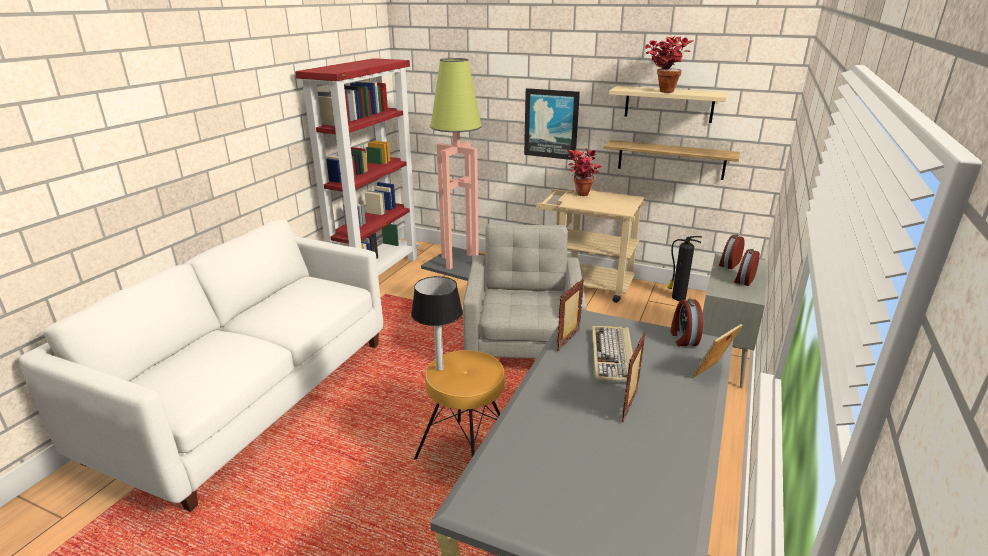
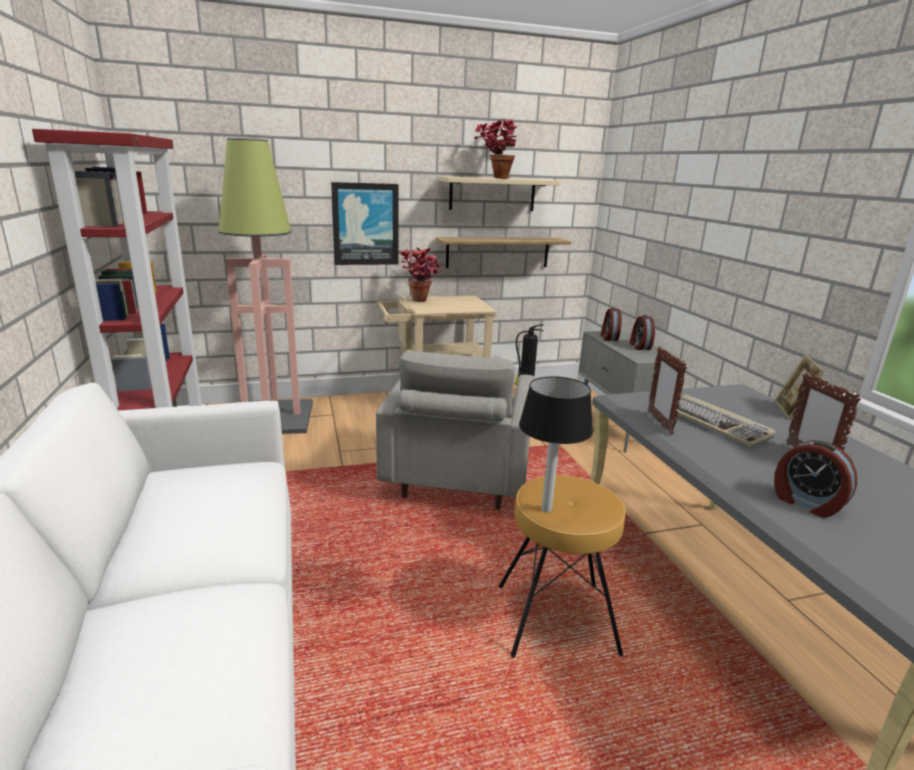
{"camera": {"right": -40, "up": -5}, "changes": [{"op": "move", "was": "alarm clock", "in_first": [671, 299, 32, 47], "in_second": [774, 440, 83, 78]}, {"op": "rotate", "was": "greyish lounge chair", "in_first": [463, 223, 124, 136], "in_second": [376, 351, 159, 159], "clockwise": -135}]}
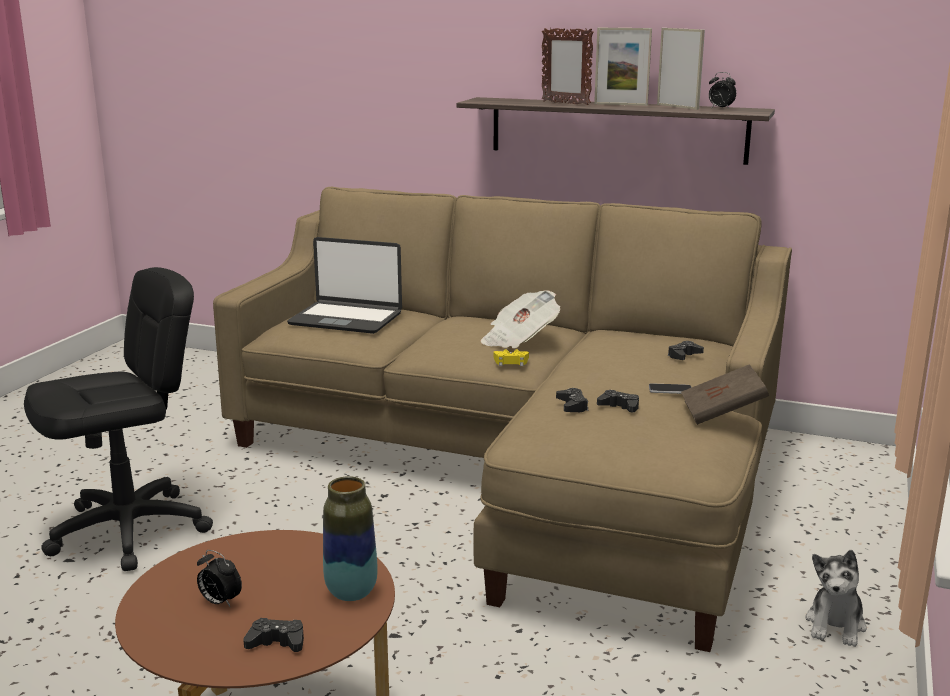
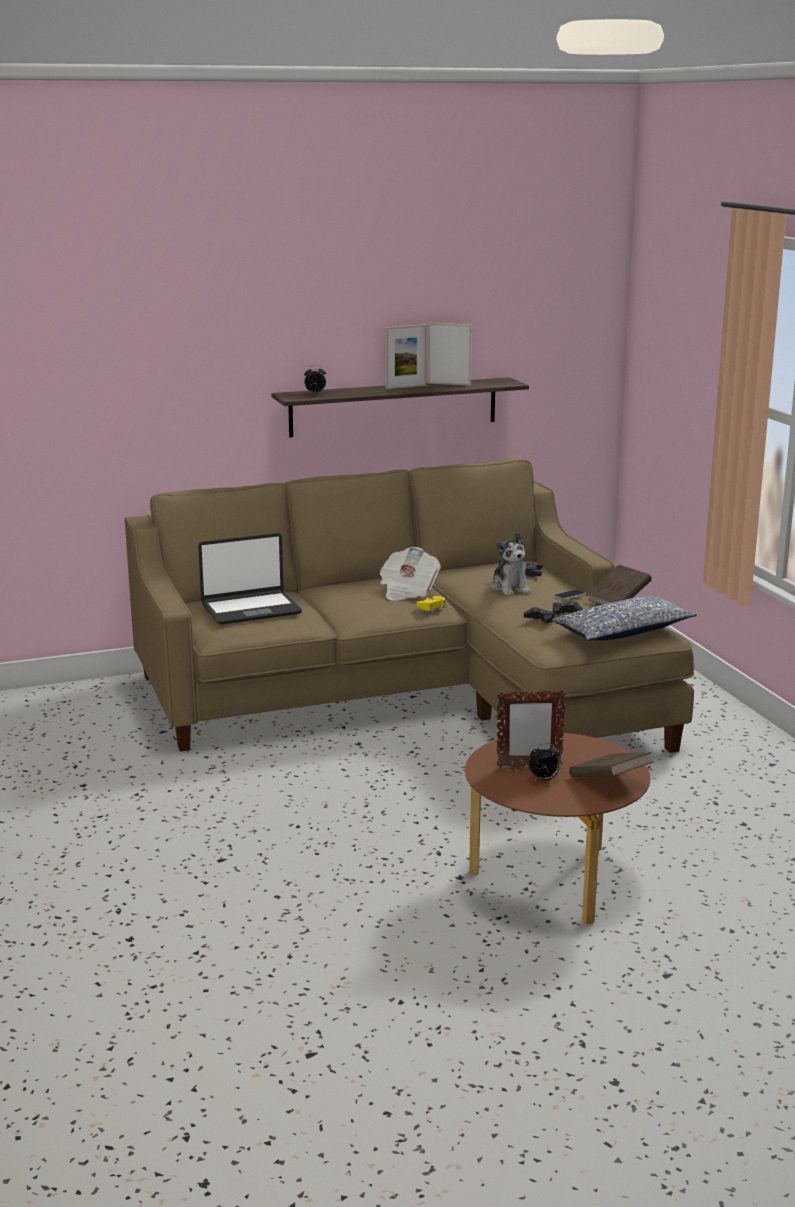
{"camera": {"right": -40, "up": 0}, "changes": [{"op": "delete", "was": "black office chair", "in_first": [24, 267, 189, 304]}, {"op": "delete", "was": "vase", "in_first": [323, 476, 55, 125]}, {"op": "insert", "now": "pillow", "in_second": [552, 596, 145, 45]}, {"op": "move", "was": "photo frame", "in_first": [542, 28, 52, 77], "in_second": [497, 689, 69, 78]}, {"op": "move", "was": "alarm clock", "in_first": [709, 72, 27, 36], "in_second": [304, 365, 22, 30]}, {"op": "move", "was": "soft toy", "in_first": [805, 550, 62, 97], "in_second": [491, 532, 40, 64]}, {"op": "replace", "was": "black game controller", "now": "brown book", "in_first": [243, 618, 61, 34], "in_second": [569, 752, 85, 25]}]}
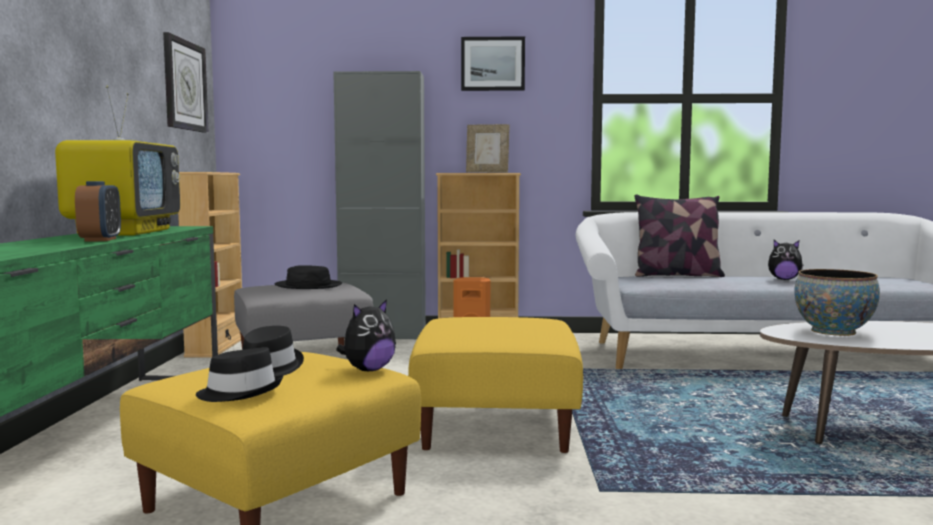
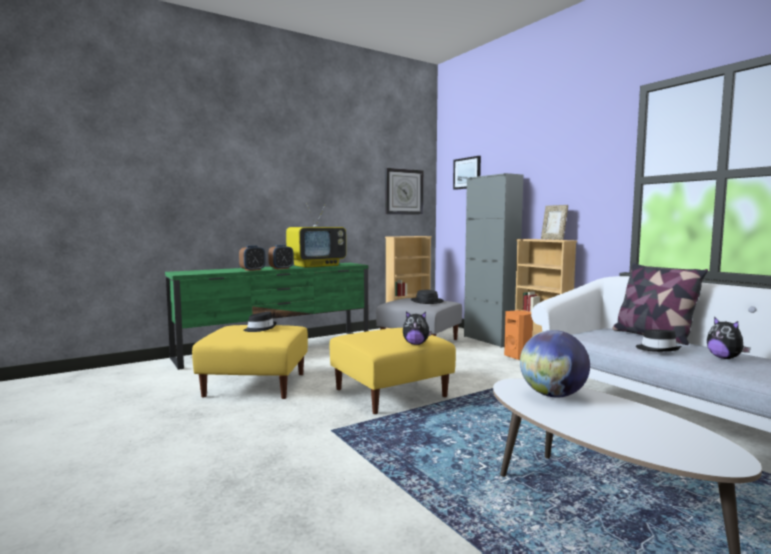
{"camera": {"right": 55, "up": 0}, "changes": [{"op": "insert", "now": "alarm clock", "in_second": [239, 245, 27, 26]}, {"op": "move", "was": "black clothing hat", "in_first": [196, 347, 87, 55], "in_second": [636, 329, 45, 23]}, {"op": "move", "was": "soft toy", "in_first": [336, 299, 60, 72], "in_second": [403, 311, 29, 34]}, {"op": "move", "was": "wall art", "in_first": [461, 36, 64, 55], "in_second": [453, 156, 28, 34]}, {"op": "replace", "was": "bowl", "now": "world globe", "in_first": [794, 269, 86, 67], "in_second": [520, 330, 70, 67]}]}
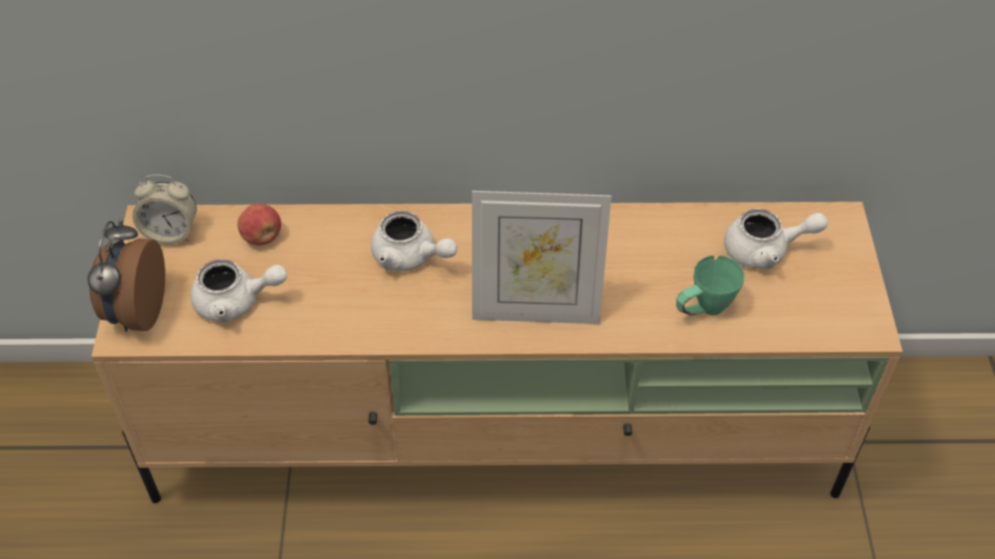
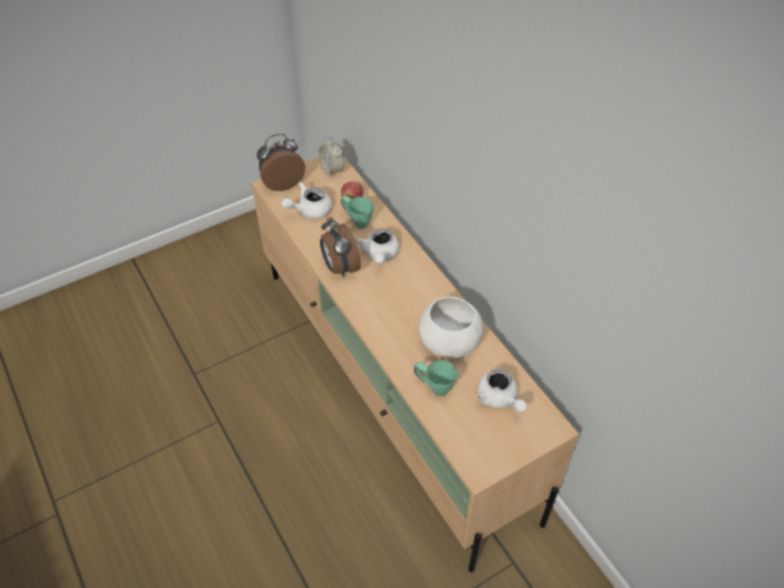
{"camera": {"right": 60, "up": 0}, "changes": [{"op": "delete", "was": "photo frame", "in_first": [472, 191, 139, 133]}, {"op": "insert", "now": "alarm clock", "in_second": [320, 217, 41, 60]}, {"op": "insert", "now": "green coffee mug", "in_second": [341, 196, 33, 33]}, {"op": "insert", "now": "white bowl", "in_second": [419, 296, 64, 62]}, {"op": "rotate", "was": "white pot for tea", "in_first": [190, 259, 97, 64], "in_second": [281, 182, 51, 37], "clockwise": 90}]}
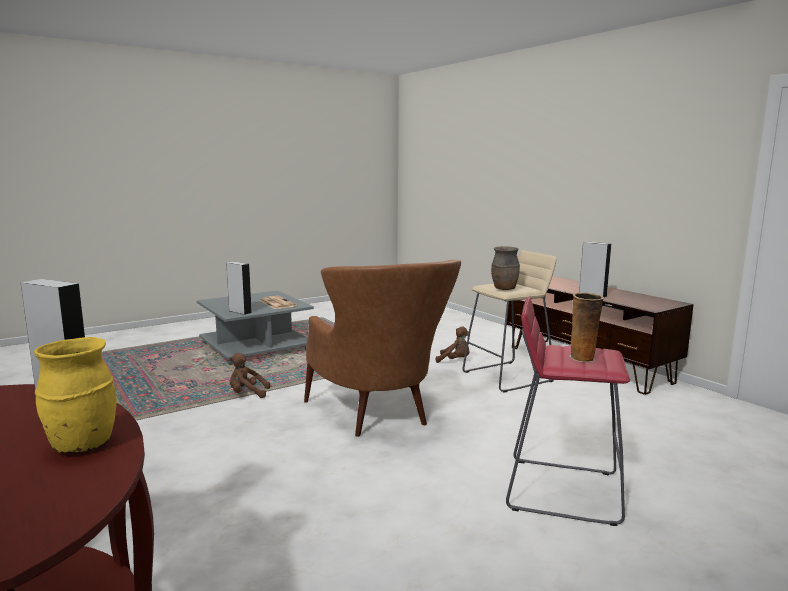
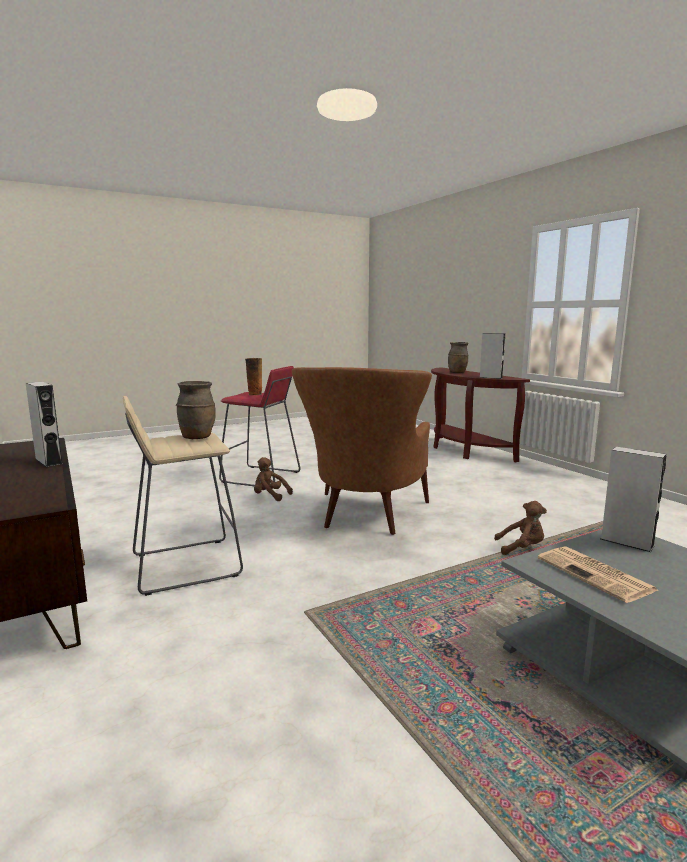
{"camera": {"right": -175, "up": 0}, "changes": [{"op": "move", "was": "brown soft toy", "in_first": [436, 326, 34, 37], "in_second": [254, 457, 39, 44]}, {"op": "recolor", "was": "yellow-coloured vase", "now": "brown vase", "in_first": [34, 337, 83, 116], "in_second": [448, 342, 21, 31]}, {"op": "rotate", "was": "brown lounge chair", "in_first": [304, 260, 157, 177], "in_second": [292, 367, 140, 168], "clockwise": -150}]}
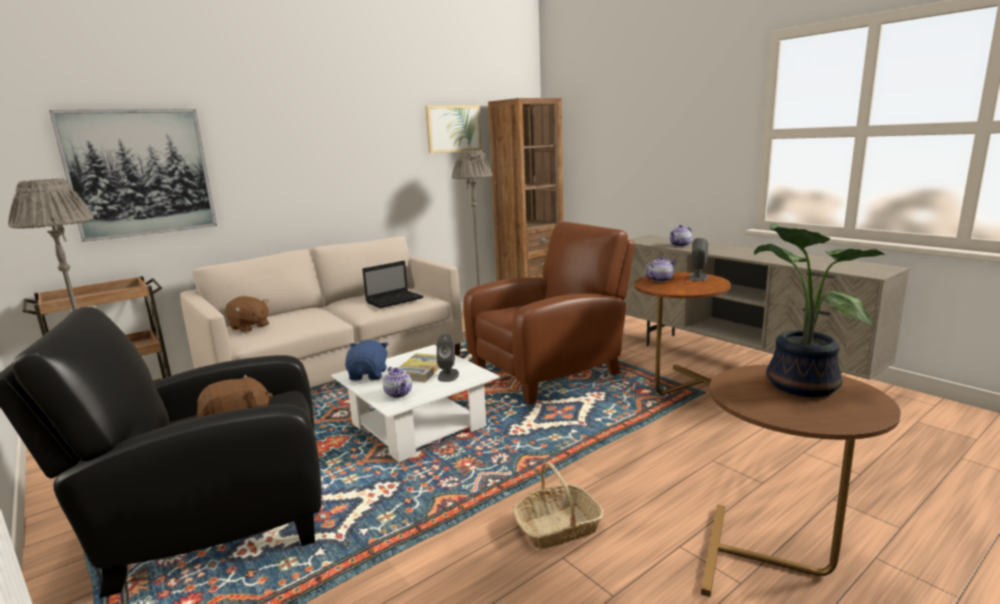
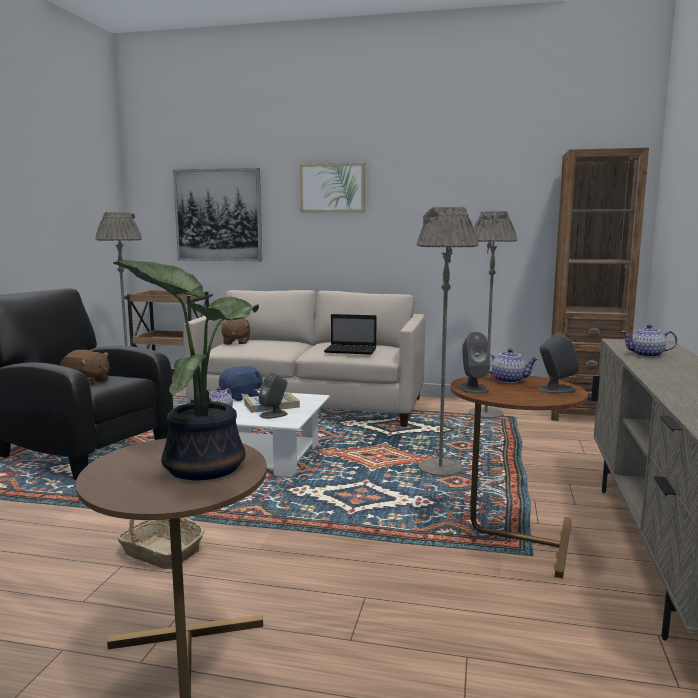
{"camera": {"right": 50, "up": -5}, "changes": [{"op": "insert", "now": "greyish audio speaker", "in_second": [459, 332, 32, 62]}, {"op": "move", "was": "wall art", "in_first": [425, 105, 56, 48], "in_second": [300, 163, 65, 49]}, {"op": "replace", "was": "brown lounge chair", "now": "greyish floor lamp", "in_first": [463, 222, 172, 182], "in_second": [416, 206, 62, 270]}]}
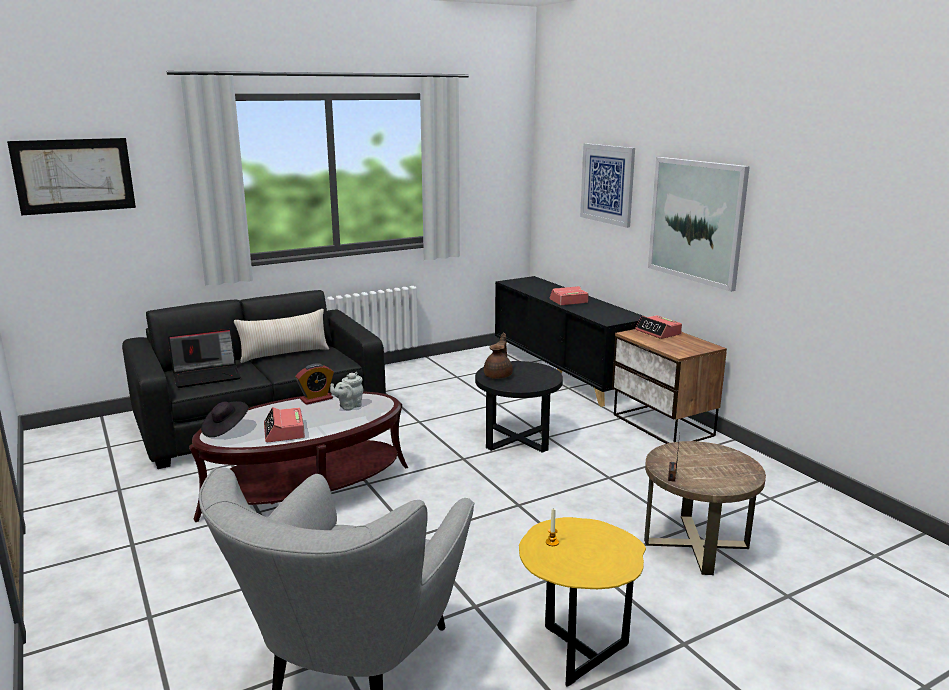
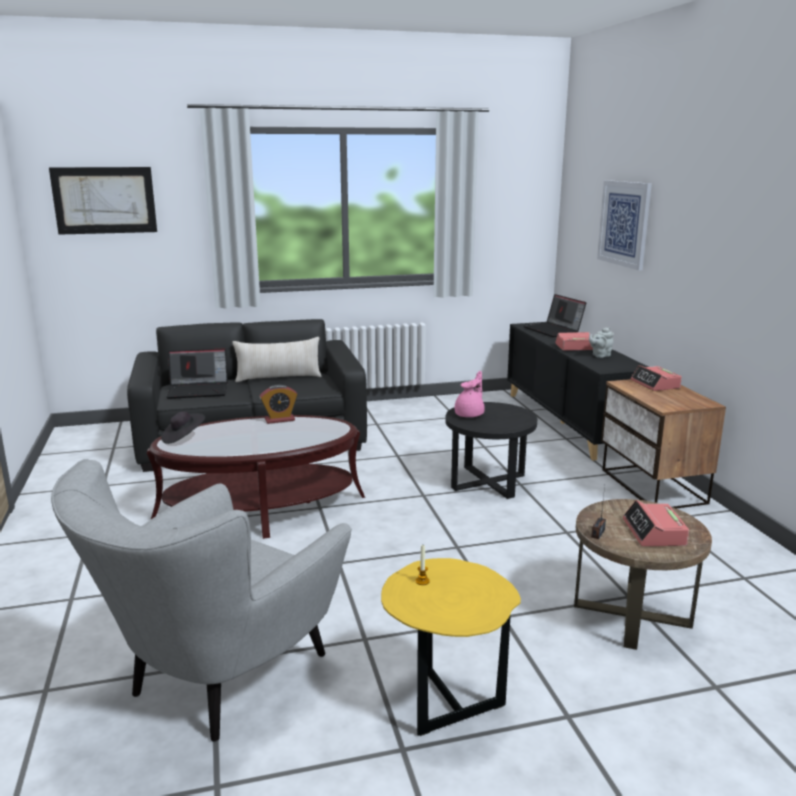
{"camera": {"right": 15, "up": 0}, "changes": [{"op": "delete", "was": "wall art", "in_first": [648, 157, 102, 135]}, {"op": "insert", "now": "portable computer", "in_second": [523, 294, 63, 43]}, {"op": "move", "was": "alarm clock", "in_first": [264, 407, 41, 35], "in_second": [623, 500, 66, 46]}, {"op": "move", "was": "greyish pot for tea", "in_first": [330, 372, 33, 38], "in_second": [589, 327, 25, 31]}, {"op": "recolor", "was": "brown pot for tea", "now": "pink pot for tea", "in_first": [484, 333, 29, 46], "in_second": [454, 371, 31, 46]}]}
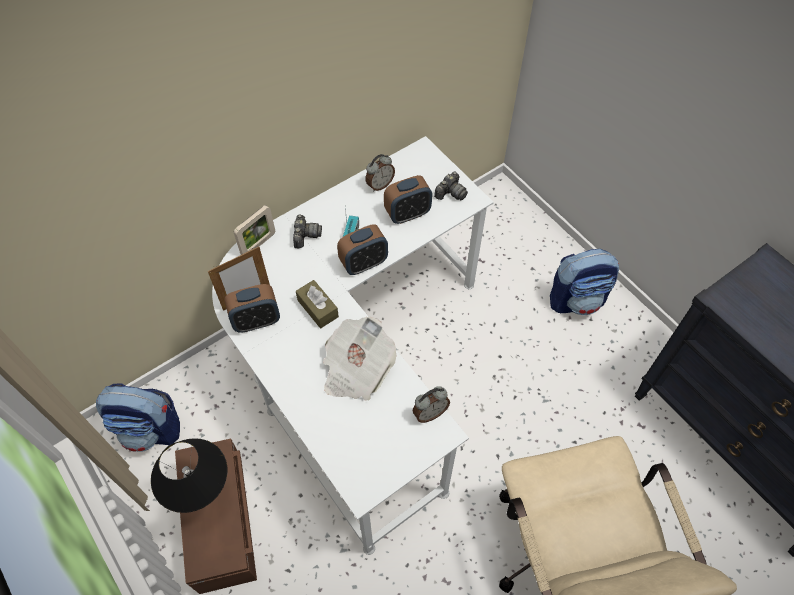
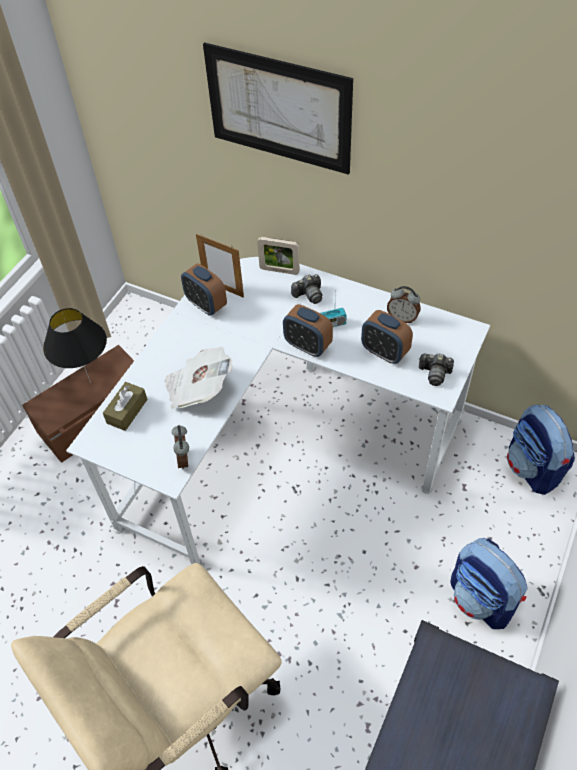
{"camera": {"right": 65, "up": -5}, "changes": [{"op": "insert", "now": "wall art", "in_second": [203, 42, 150, 133]}, {"op": "move", "was": "backpack", "in_first": [96, 383, 84, 69], "in_second": [507, 404, 68, 91]}, {"op": "move", "was": "brown box of tissues", "in_first": [296, 280, 43, 48], "in_second": [103, 382, 45, 49]}, {"op": "rotate", "was": "alarm clock", "in_first": [413, 386, 37, 37], "in_second": [171, 425, 18, 45], "clockwise": 45}]}
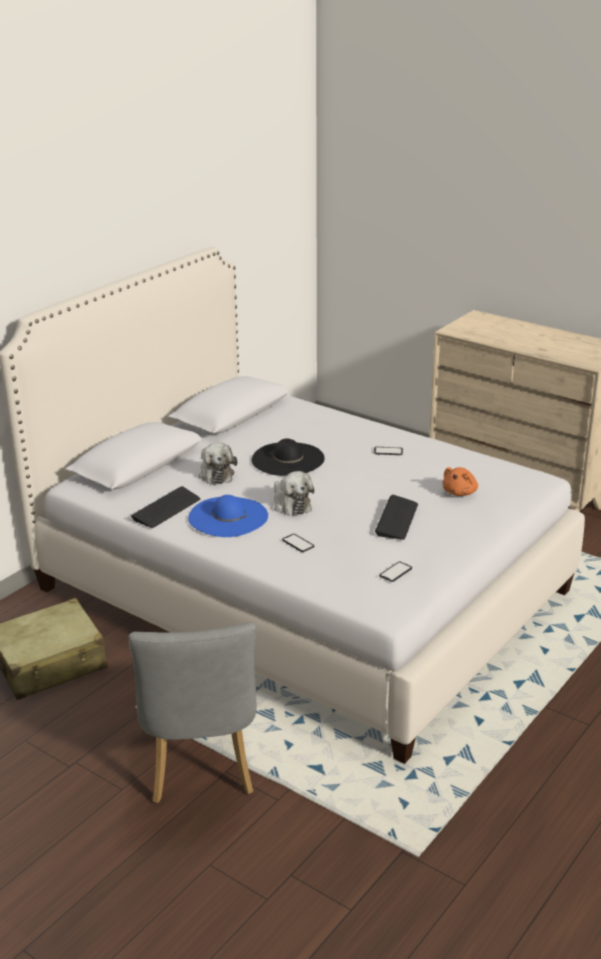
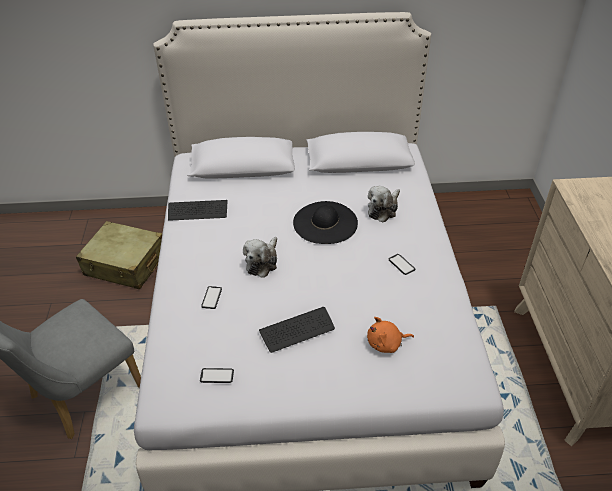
{"camera": {"right": 50, "up": 15}, "changes": [{"op": "delete", "was": "blue clothing hat", "in_first": [188, 495, 80, 42]}, {"op": "move", "was": "soft toy", "in_first": [198, 442, 39, 43], "in_second": [368, 186, 32, 36]}]}
